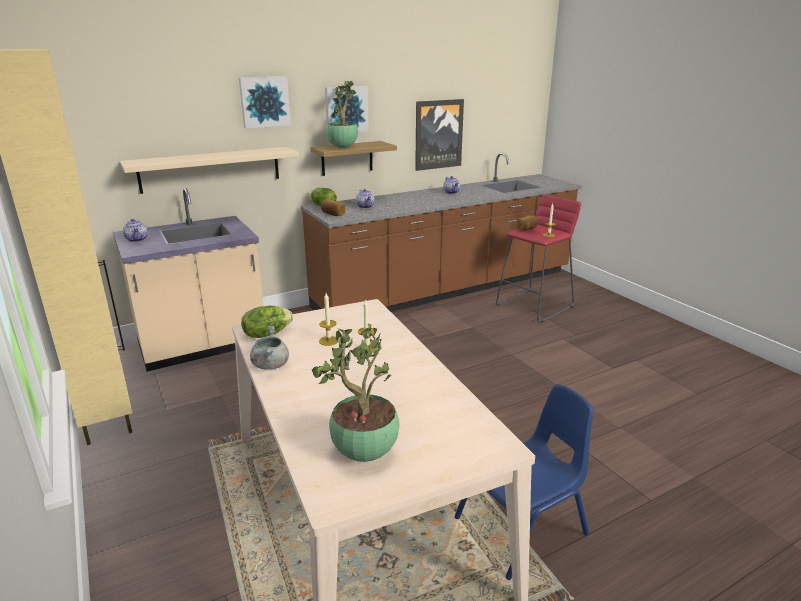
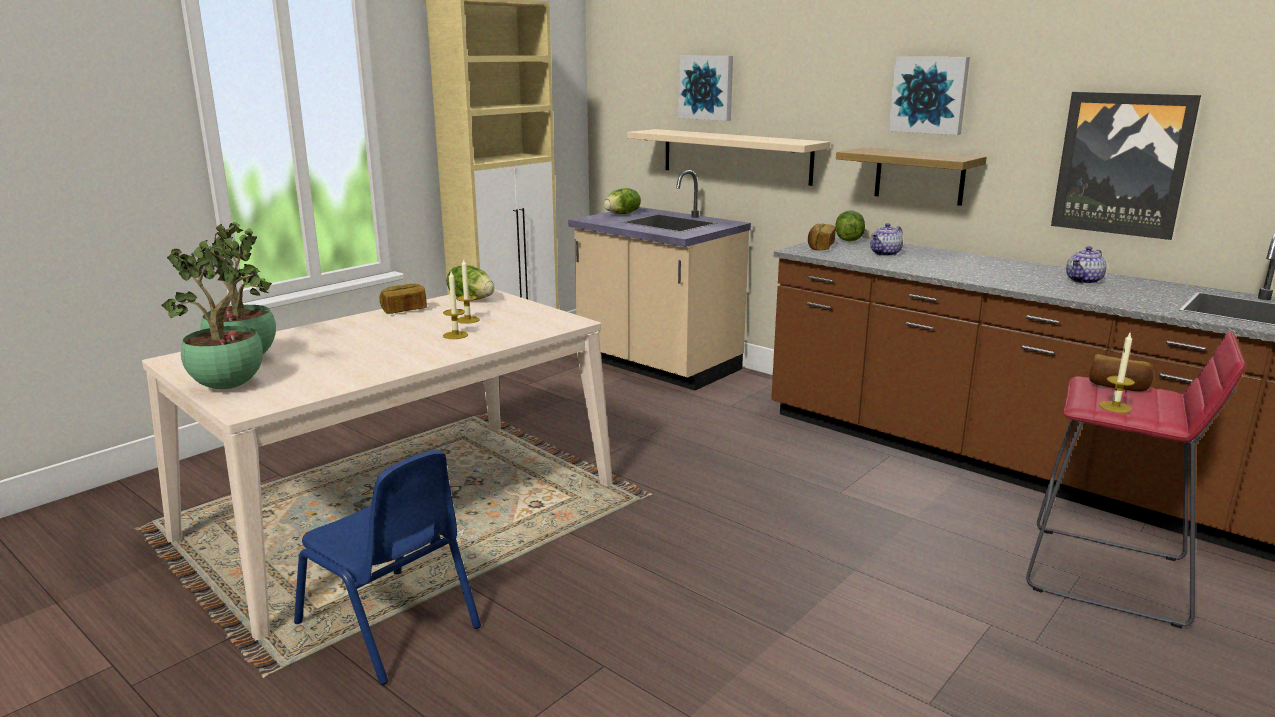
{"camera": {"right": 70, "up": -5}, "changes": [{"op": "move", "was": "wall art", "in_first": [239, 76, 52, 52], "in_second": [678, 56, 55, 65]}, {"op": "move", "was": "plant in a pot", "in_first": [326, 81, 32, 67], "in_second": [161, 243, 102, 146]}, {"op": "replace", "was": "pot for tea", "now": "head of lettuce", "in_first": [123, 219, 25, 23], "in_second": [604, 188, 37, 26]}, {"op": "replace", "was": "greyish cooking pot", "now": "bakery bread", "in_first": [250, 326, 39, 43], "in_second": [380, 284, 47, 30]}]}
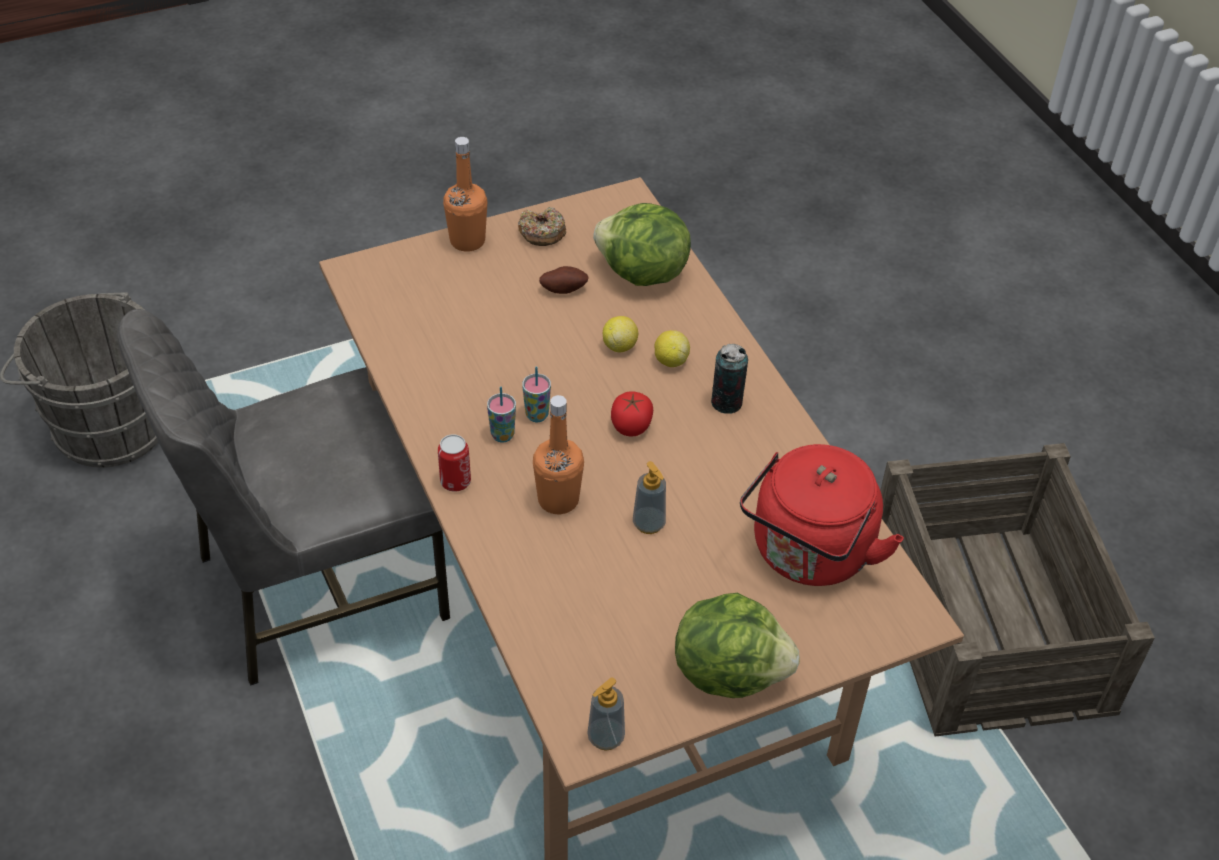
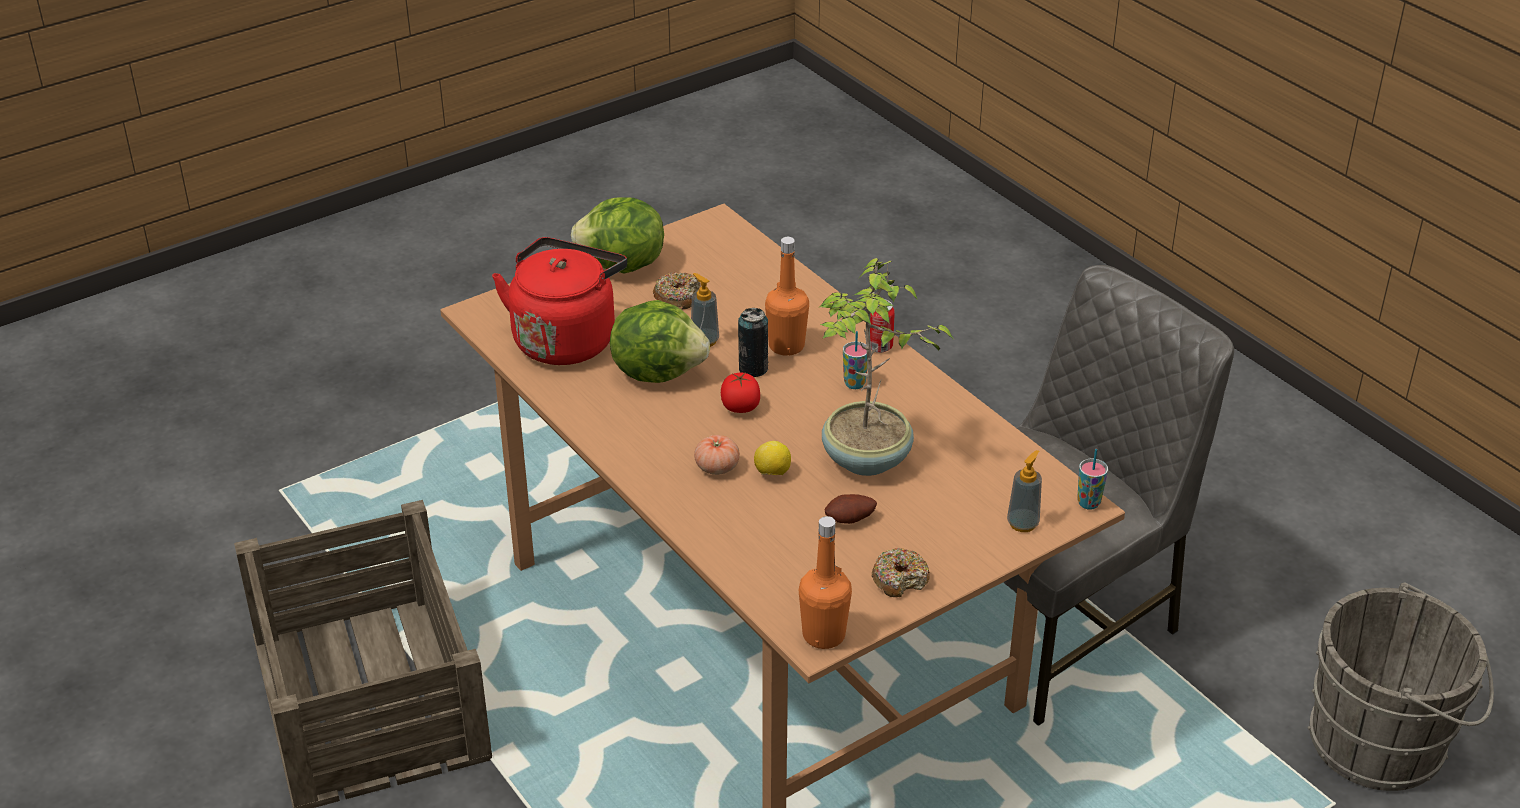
{"camera": {"right": 170, "up": -10}, "changes": [{"op": "insert", "now": "donut", "in_second": [653, 272, 47, 37]}, {"op": "insert", "now": "plant in a pot", "in_second": [820, 258, 133, 218]}, {"op": "move", "was": "orangey drink bottle", "in_first": [443, 137, 45, 115], "in_second": [799, 516, 53, 133]}, {"op": "move", "was": "cup", "in_first": [522, 367, 29, 55], "in_second": [1077, 449, 31, 61]}, {"op": "move", "was": "soap dispenser", "in_first": [587, 678, 38, 73], "in_second": [1007, 450, 35, 82]}, {"op": "move", "was": "head of lettuce", "in_first": [593, 203, 98, 83], "in_second": [610, 300, 100, 83]}, {"op": "move", "was": "can", "in_first": [711, 344, 37, 70], "in_second": [738, 308, 30, 69]}, {"op": "replace", "was": "citrus fruit", "now": "fresh tomato", "in_first": [655, 330, 35, 37], "in_second": [694, 435, 46, 40]}]}
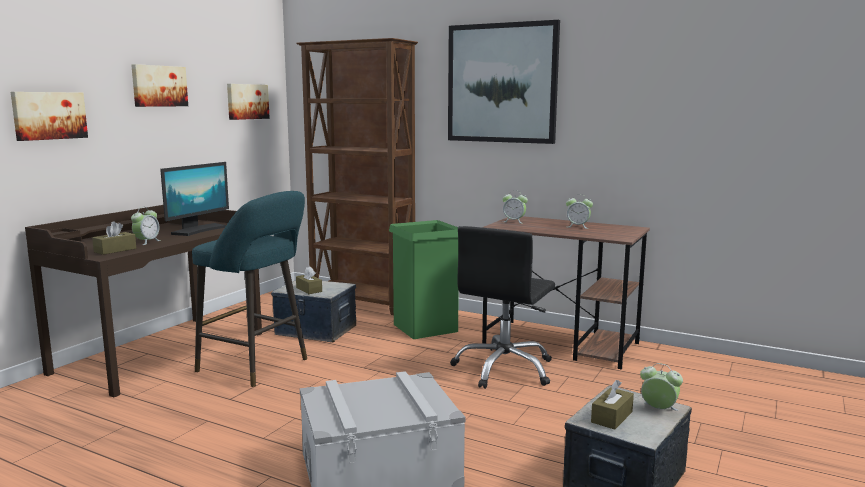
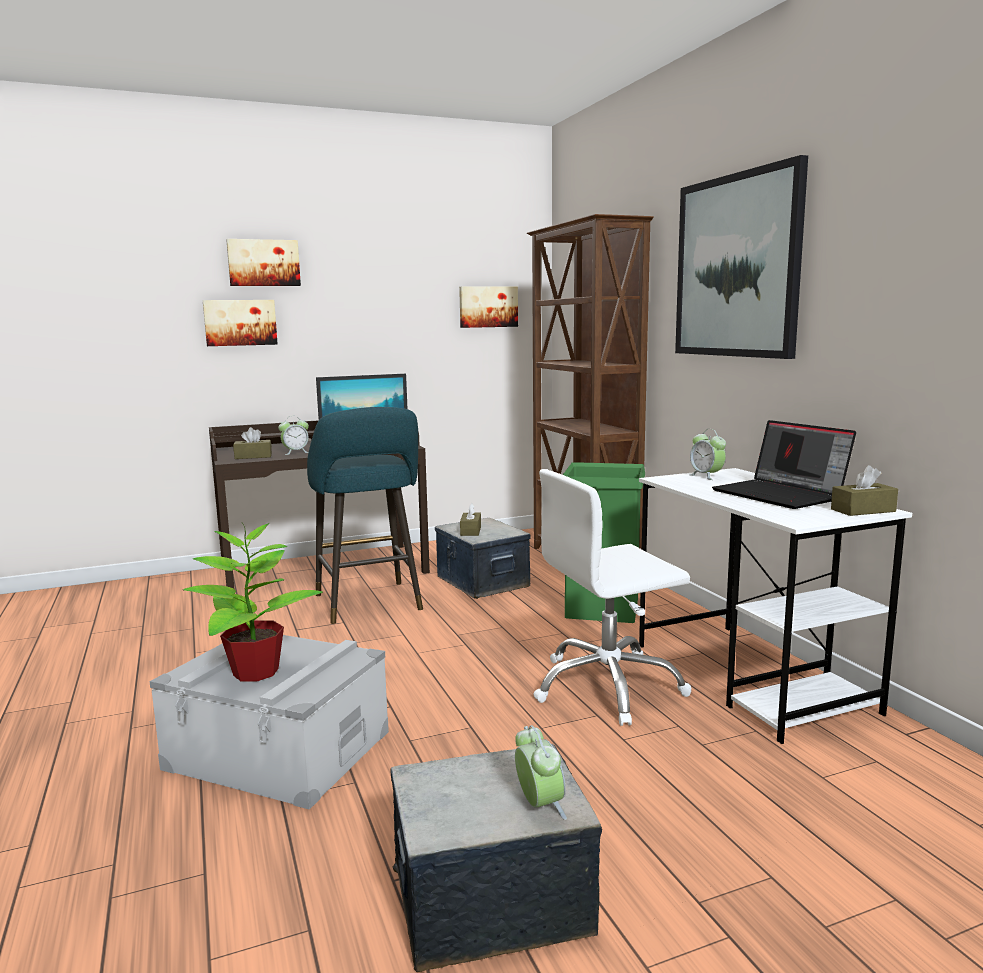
{"camera": {"right": 40, "up": 0}, "changes": [{"op": "insert", "now": "plant in a pot", "in_second": [183, 523, 140, 158]}, {"op": "move", "was": "wall art", "in_first": [131, 64, 57, 43], "in_second": [226, 239, 75, 47]}, {"op": "move", "was": "brown box of tissues", "in_first": [591, 380, 43, 50], "in_second": [831, 465, 67, 51]}, {"op": "replace", "was": "alarm clock", "now": "portable computer", "in_first": [566, 194, 27, 35], "in_second": [712, 420, 144, 89]}, {"op": "recolor", "was": "black office chair", "now": "white office chair", "in_first": [450, 226, 105, 163], "in_second": [533, 469, 158, 257]}, {"op": "recolor", "was": "brown desk table", "now": "white desk table", "in_first": [482, 216, 168, 154], "in_second": [639, 468, 273, 276]}]}
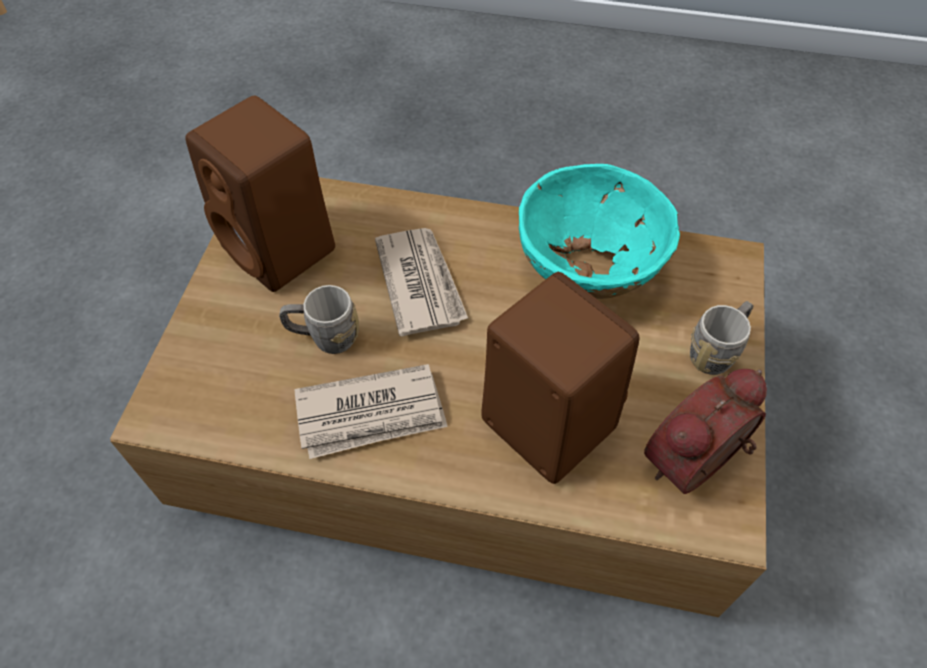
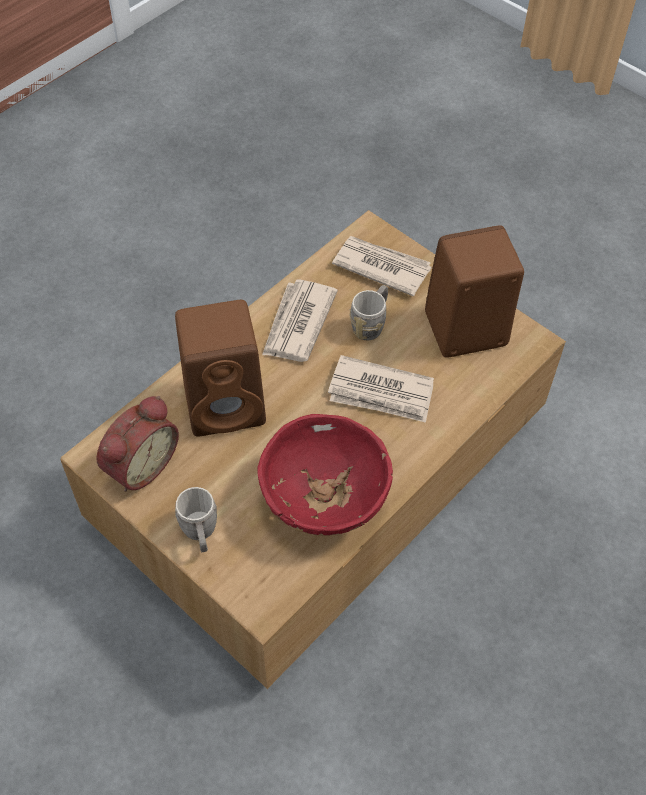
{"camera": {"right": 120, "up": 0}, "changes": [{"op": "insert", "now": "printed paper", "in_second": [332, 236, 100, 61]}, {"op": "recolor", "was": "turquoise-coloured bowl", "now": "red-coloured bowl", "in_first": [519, 164, 161, 135], "in_second": [258, 414, 135, 122]}, {"op": "rotate", "was": "alarm clock", "in_first": [644, 369, 123, 125], "in_second": [97, 396, 82, 96], "clockwise": 45}]}
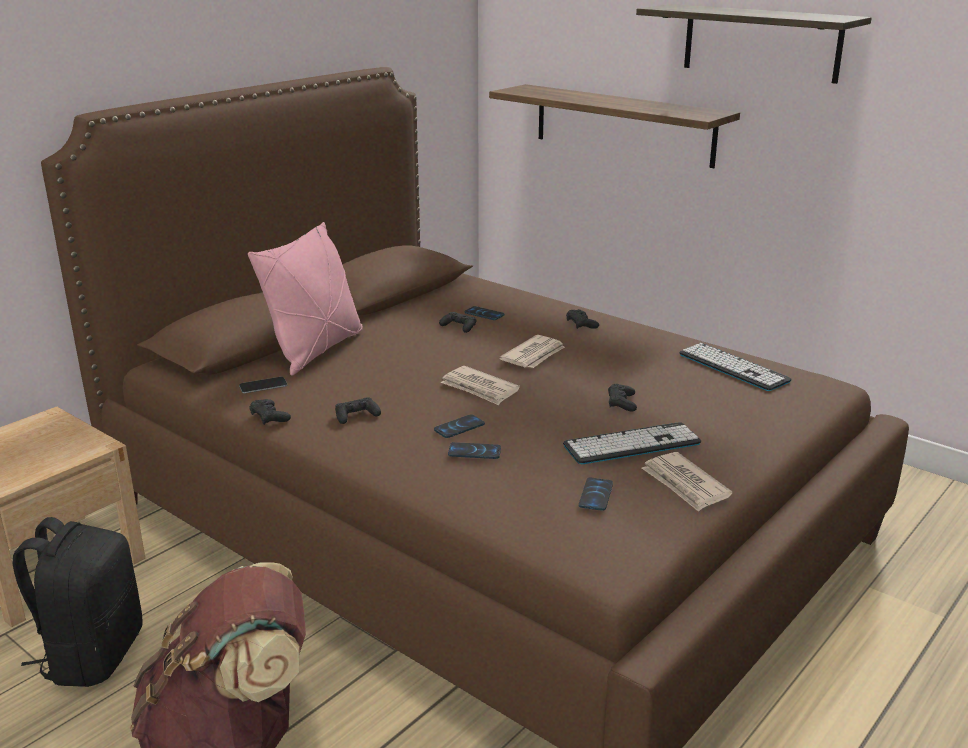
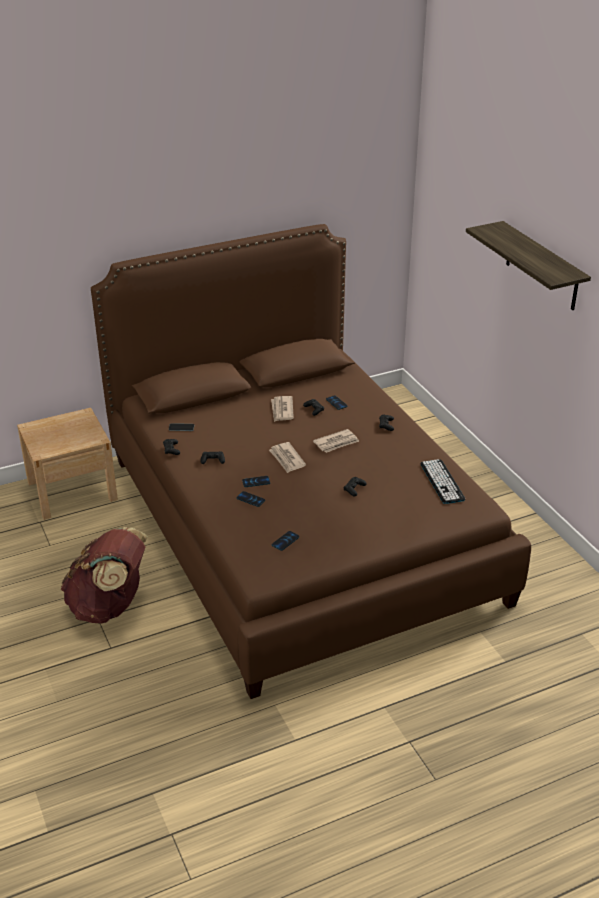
{"camera": {"right": 25, "up": 10}, "changes": [{"op": "delete", "was": "black backpack", "in_first": [12, 517, 131, 170]}, {"op": "delete", "was": "pink pillow", "in_first": [248, 222, 115, 154]}, {"op": "delete", "was": "wall shelf", "in_first": [489, 84, 251, 84]}, {"op": "delete", "was": "computer keyboard", "in_first": [563, 422, 138, 42]}, {"op": "move", "was": "printed paper", "in_first": [642, 452, 90, 60], "in_second": [271, 396, 23, 26]}]}
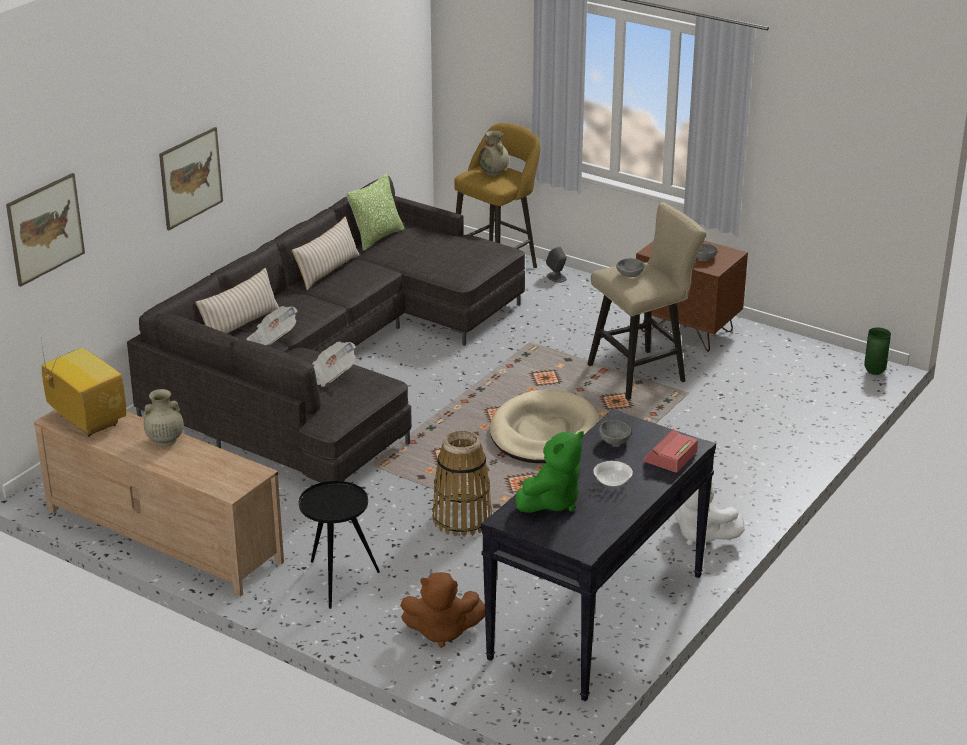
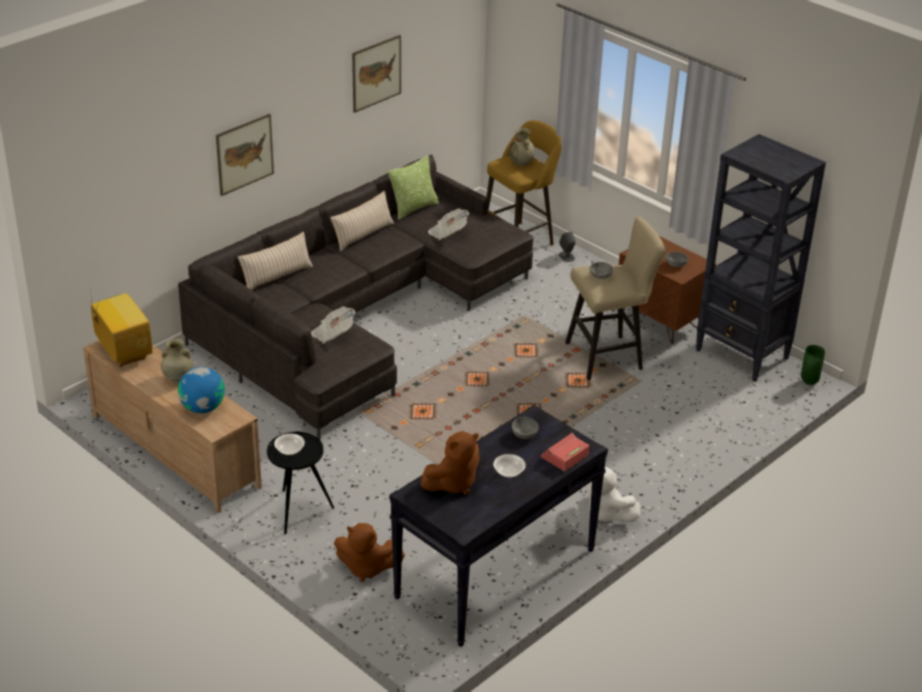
{"camera": {"right": 10, "up": 5}, "changes": [{"op": "delete", "was": "household basket", "in_first": [432, 430, 60, 107]}, {"op": "delete", "was": "beige-coloured pet bed", "in_first": [490, 390, 110, 73]}, {"op": "insert", "now": "world globe", "in_second": [178, 367, 47, 46]}, {"op": "insert", "now": "bowl", "in_second": [274, 433, 31, 22]}, {"op": "insert", "now": "black bookcase", "in_second": [695, 134, 131, 248]}, {"op": "move", "was": "wall art", "in_first": [6, 173, 79, 114], "in_second": [352, 35, 49, 78]}, {"op": "move", "was": "printed paper", "in_first": [247, 306, 50, 40], "in_second": [428, 209, 41, 31]}, {"op": "recolor", "was": "green soft toy", "now": "brown soft toy", "in_first": [515, 431, 69, 82], "in_second": [421, 431, 59, 64]}]}
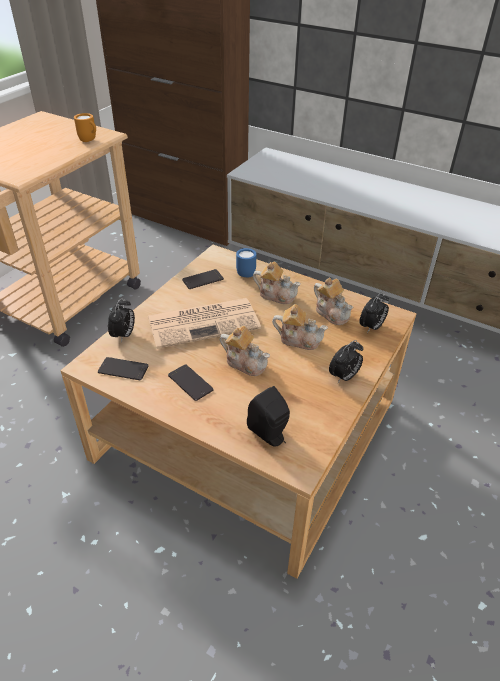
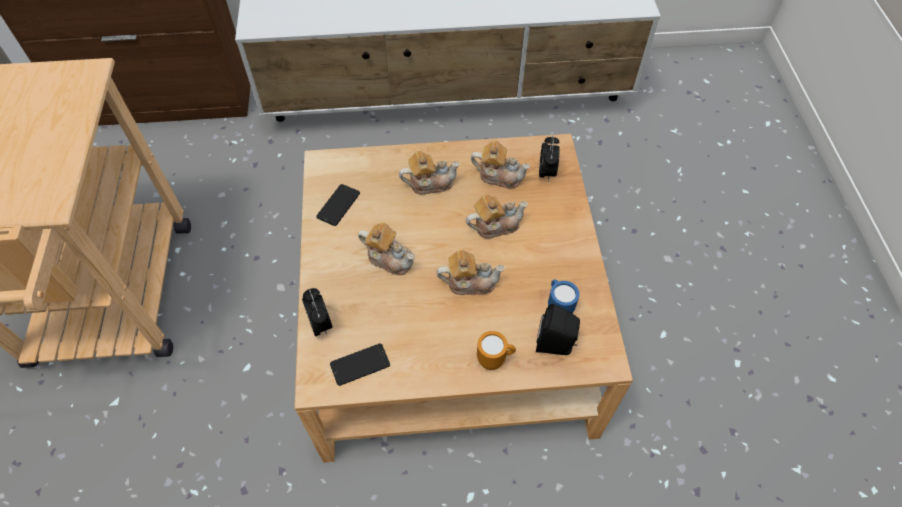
{"camera": {"right": -35, "up": 15}, "changes": [{"op": "delete", "was": "telephone", "in_first": [168, 364, 45, 37]}, {"op": "delete", "was": "alarm clock", "in_first": [329, 340, 34, 43]}, {"op": "move", "was": "orangey coffee mug", "in_first": [74, 113, 22, 29], "in_second": [477, 331, 39, 39]}, {"op": "move", "was": "blue coffee mug", "in_first": [236, 248, 20, 29], "in_second": [548, 279, 31, 34]}, {"op": "replace", "was": "printed paper", "now": "pot for tea", "in_first": [148, 298, 113, 51], "in_second": [358, 222, 57, 53]}]}
